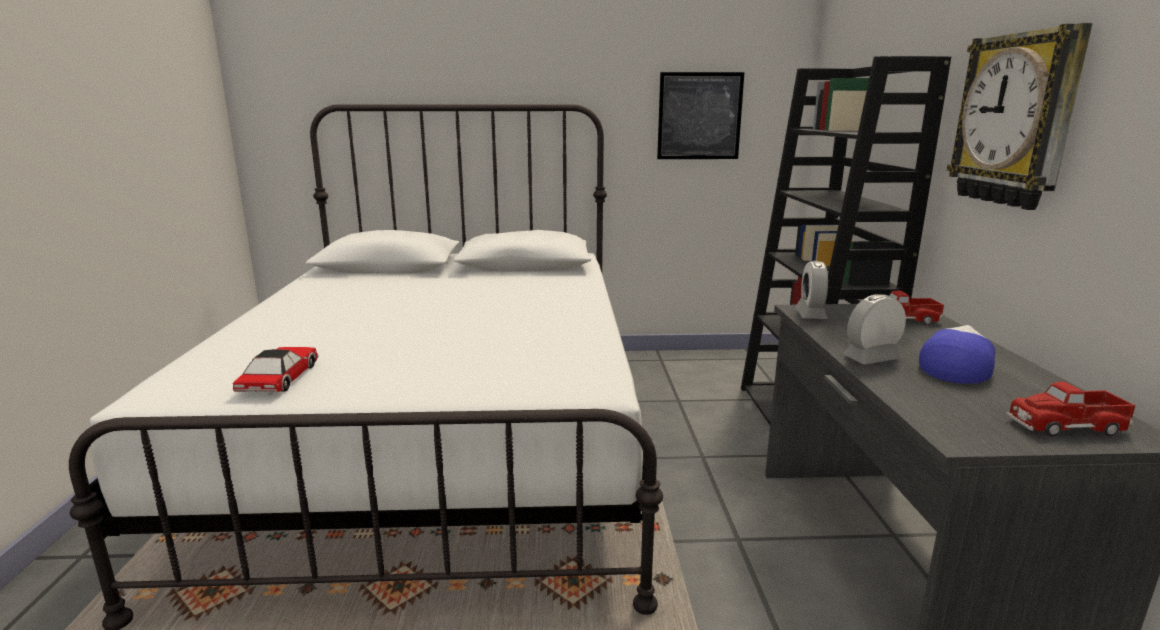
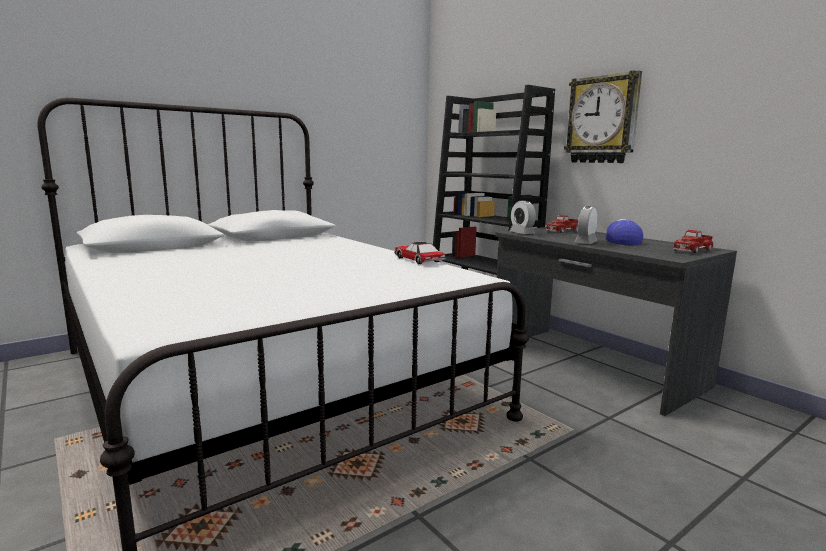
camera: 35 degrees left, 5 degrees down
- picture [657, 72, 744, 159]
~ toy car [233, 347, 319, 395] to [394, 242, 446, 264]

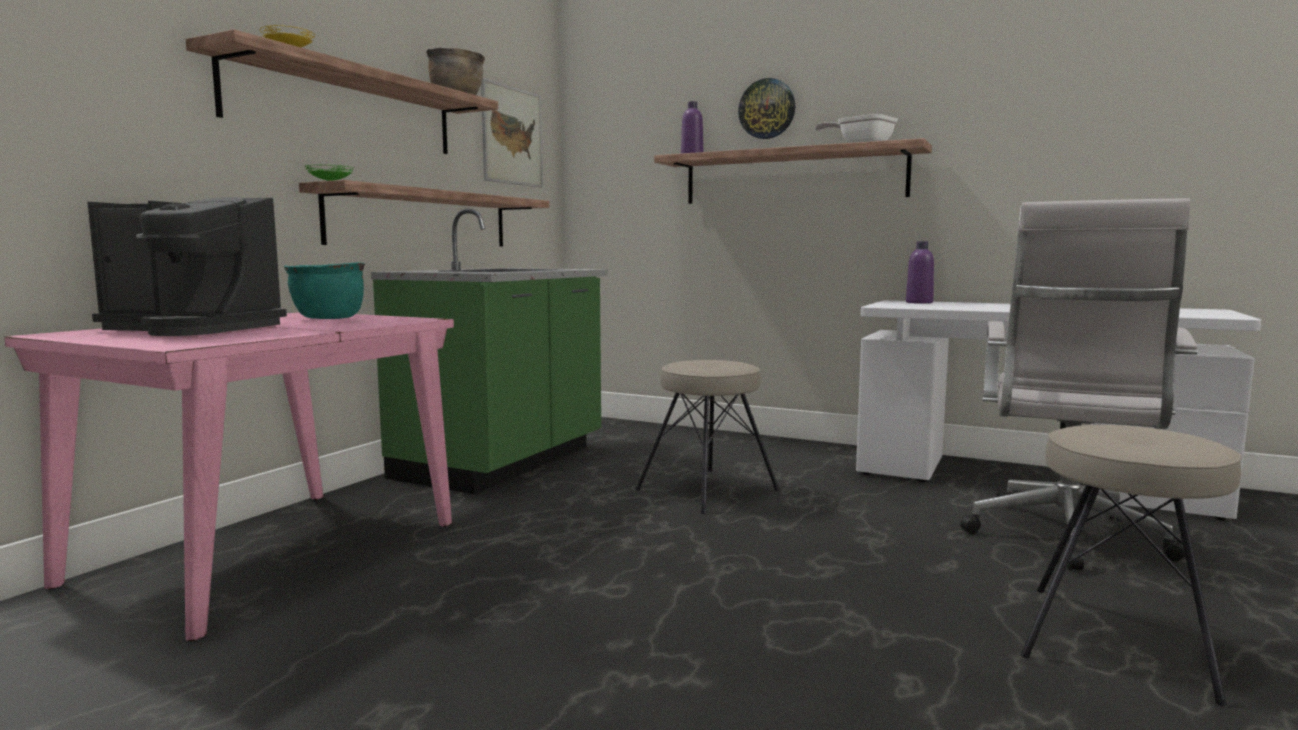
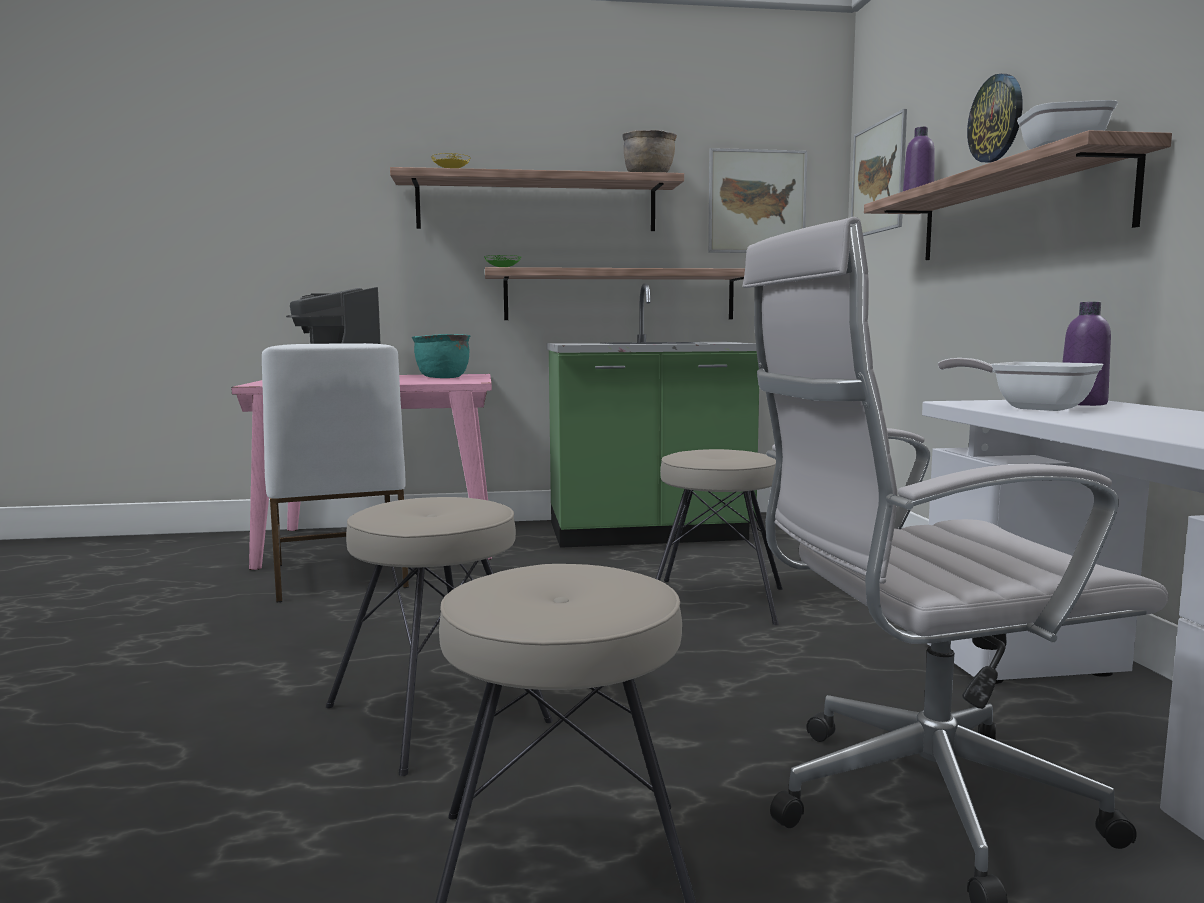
camera: 55 degrees right, 0 degrees up
+ picture [851, 109, 907, 236]
+ white chair [262, 343, 409, 603]
+ frying pan [938, 358, 1104, 411]
+ beige stool [326, 497, 553, 776]

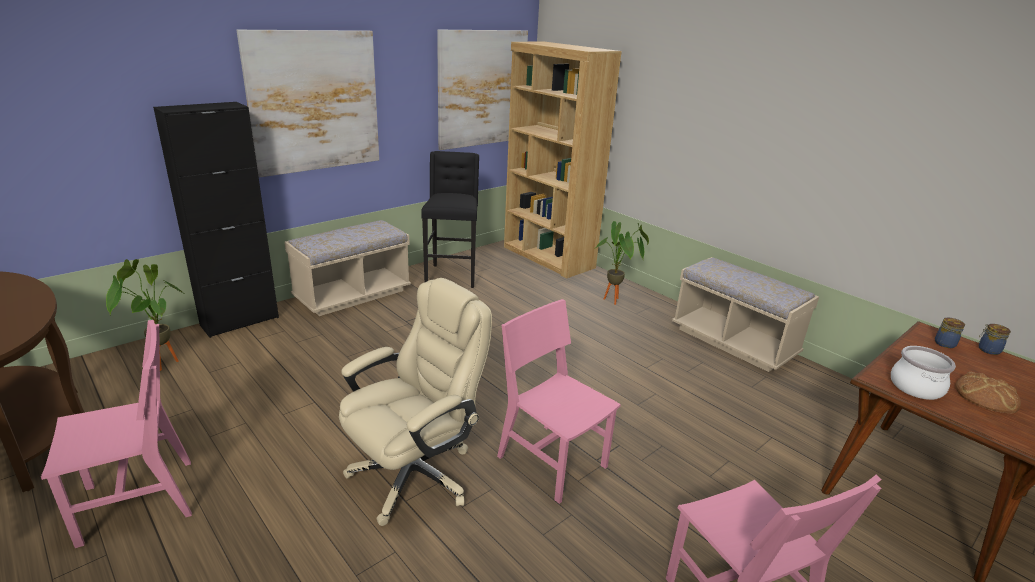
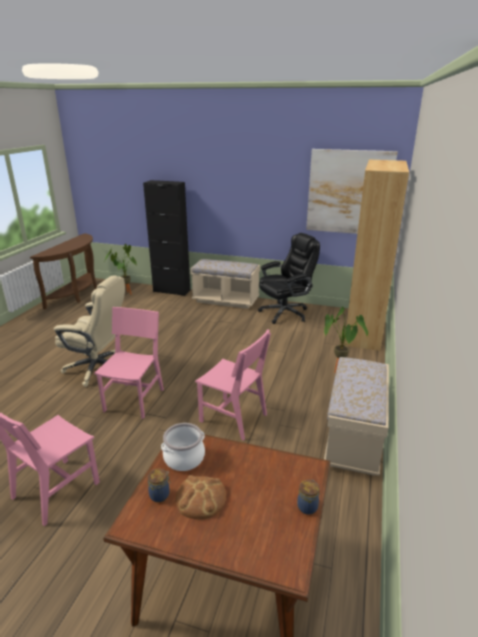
camera: 60 degrees right, 0 degrees up
- picture [236, 30, 379, 177]
~ black stool [421, 151, 479, 288] to black office chair [258, 233, 320, 324]
~ jar [935, 318, 965, 348] to [148, 468, 171, 502]
~ pink chair [41, 320, 192, 548] to [195, 329, 271, 441]

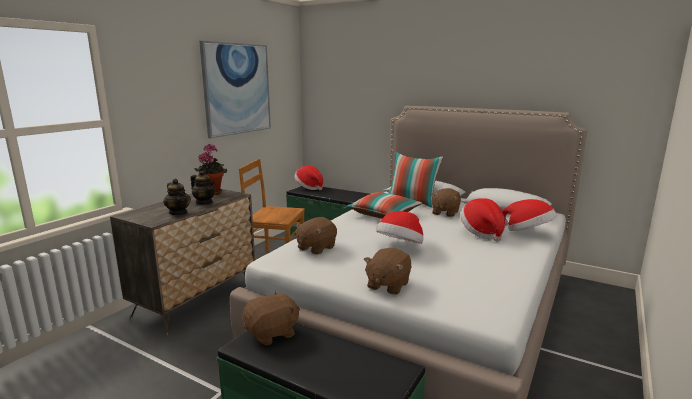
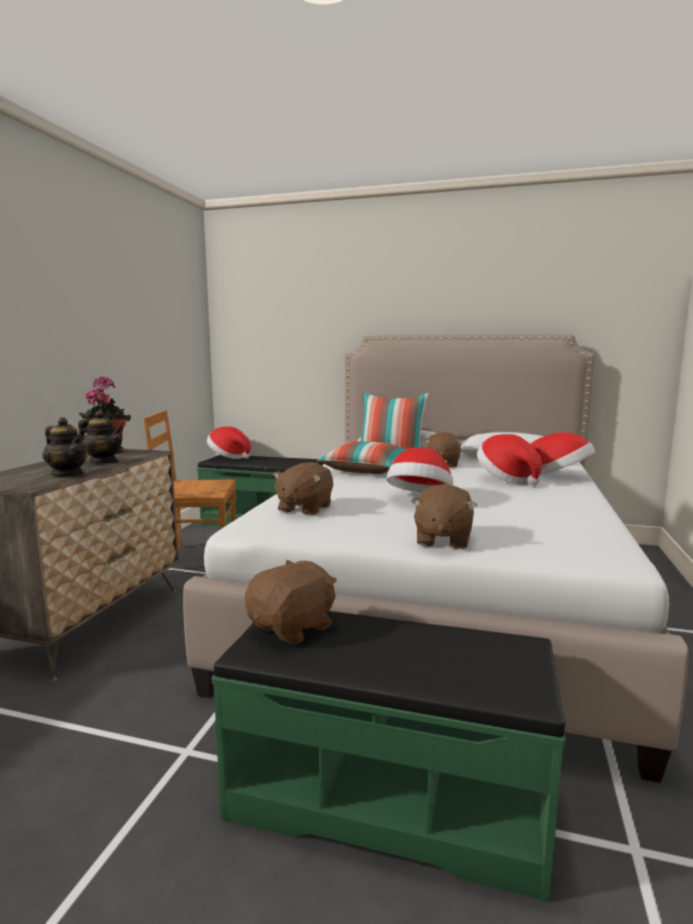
camera: 15 degrees left, 5 degrees down
- picture [199, 41, 271, 138]

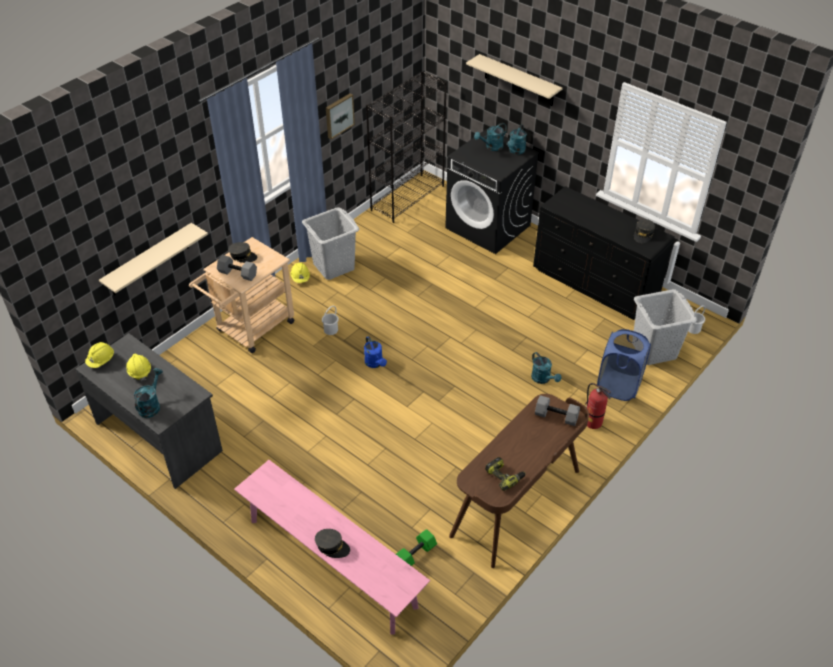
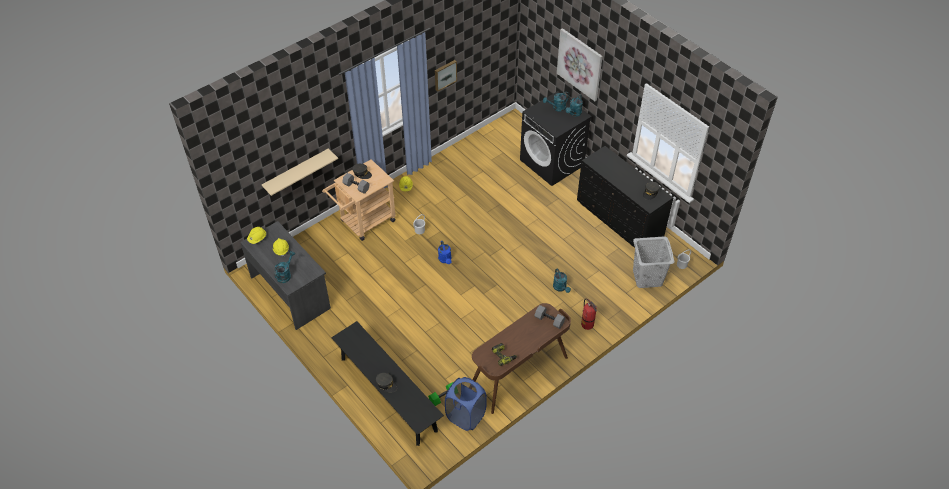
camera: 10 degrees right, 5 degrees up
~ beige shelf [466, 54, 563, 106] to picture [557, 28, 603, 101]
- black bookcase [366, 71, 447, 223]
- grey laundry basket [302, 207, 359, 280]
~ blue laundry basket [597, 329, 651, 401] to [445, 377, 487, 431]
~ pink bench [234, 460, 430, 635] to black bench [331, 321, 444, 446]

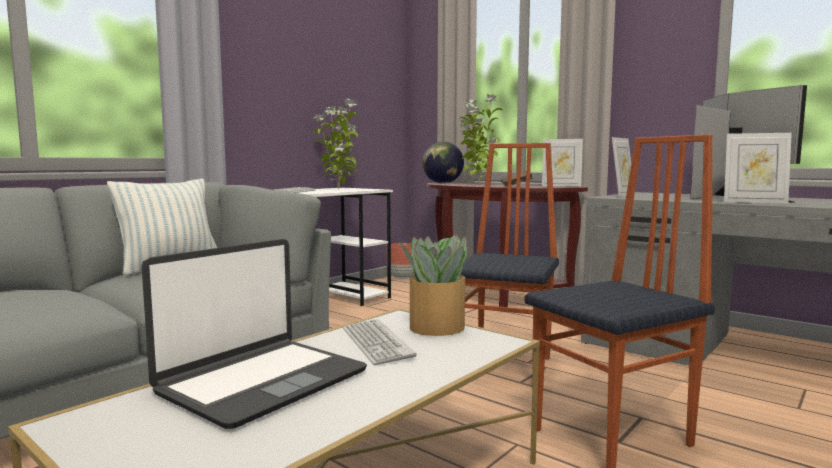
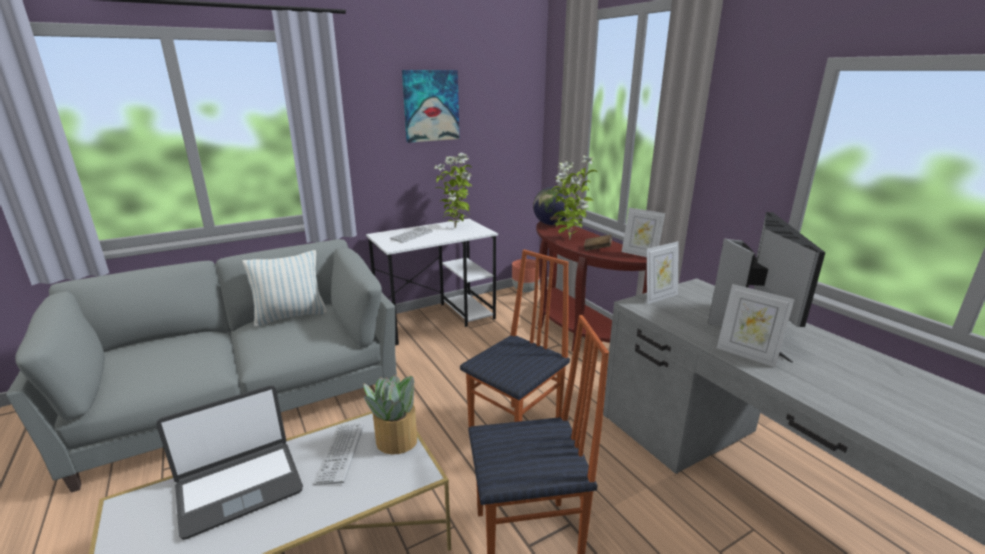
camera: 20 degrees right, 15 degrees up
+ picture [402, 70, 459, 143]

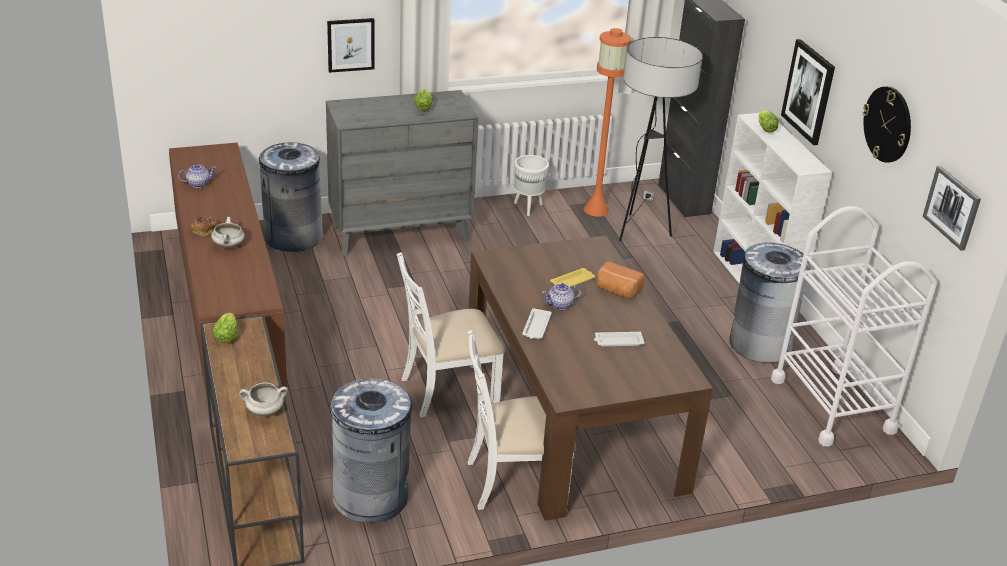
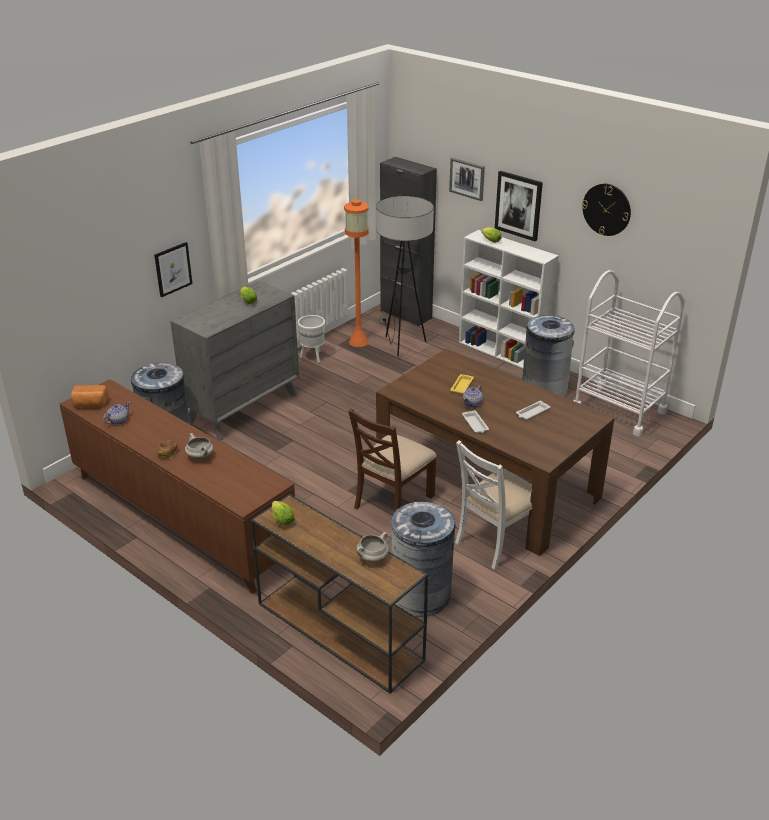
camera: 30 degrees left, 0 degrees up
~ picture [923, 166, 981, 251] to [449, 158, 485, 201]
~ white chair [396, 252, 505, 417] to brown chair [348, 408, 437, 513]
~ bread [597, 261, 644, 299] to [71, 385, 109, 407]

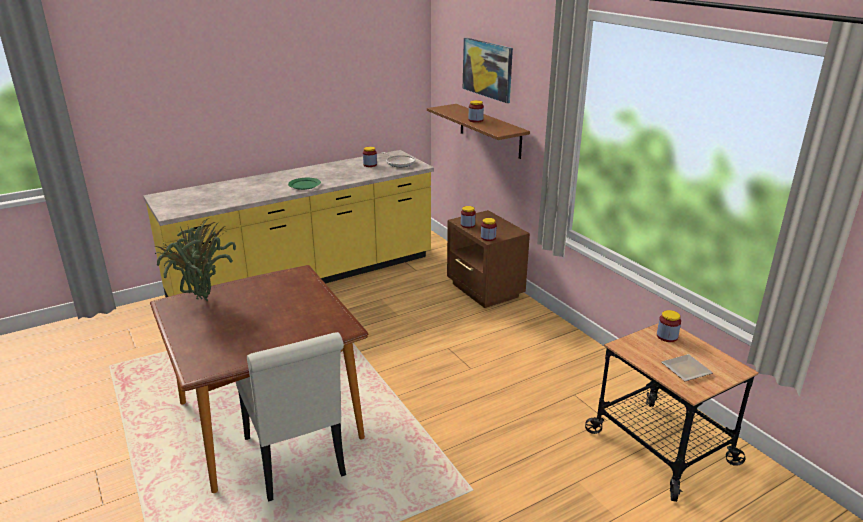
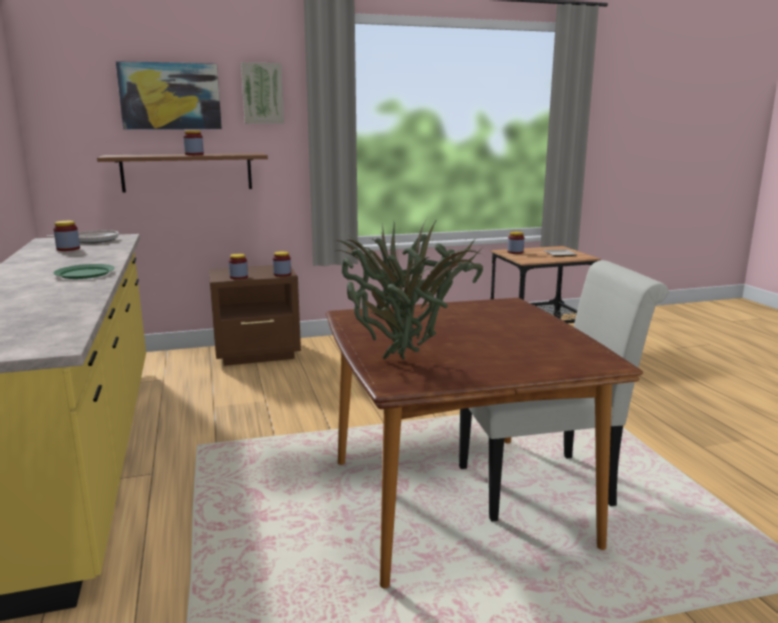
camera: 75 degrees left, 10 degrees down
+ picture [241, 62, 284, 124]

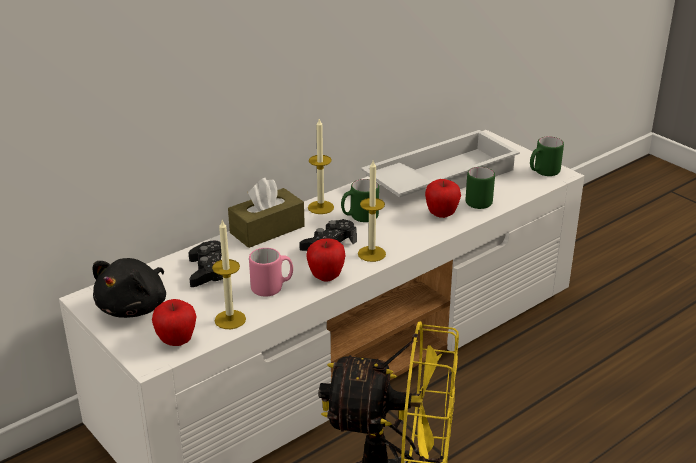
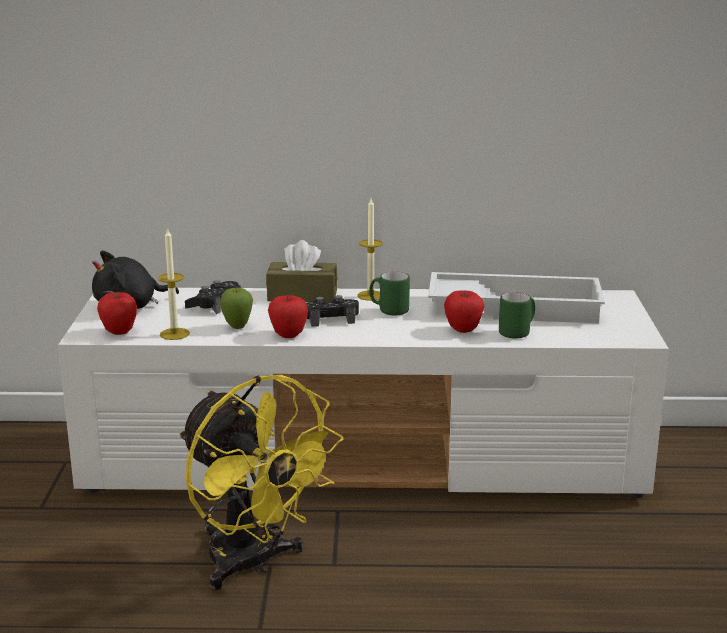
camera: 40 degrees right, 10 degrees down
- green mug [530, 136, 564, 176]
- candle [358, 161, 386, 262]
~ pink mug [249, 248, 293, 297] to apple [220, 288, 253, 329]

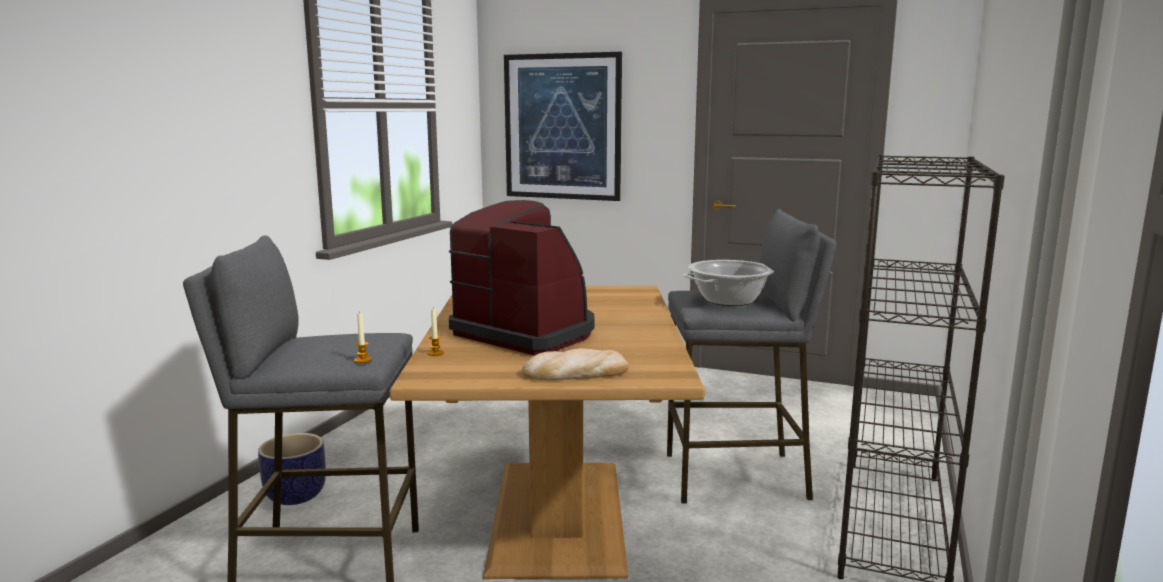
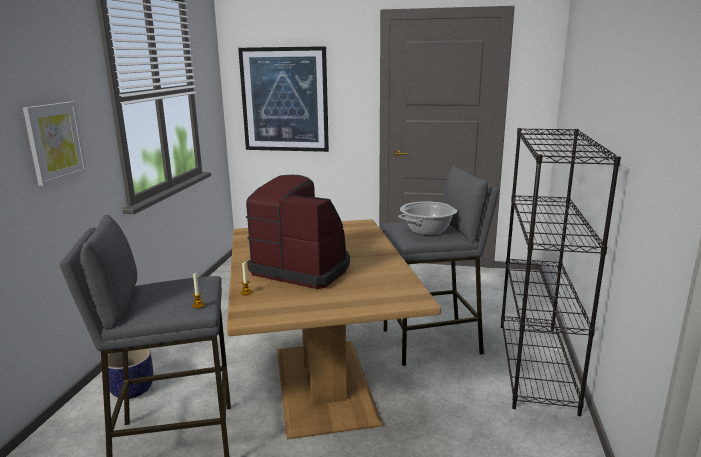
camera: 10 degrees left, 5 degrees up
- bread [522, 348, 629, 380]
+ picture [23, 102, 87, 186]

